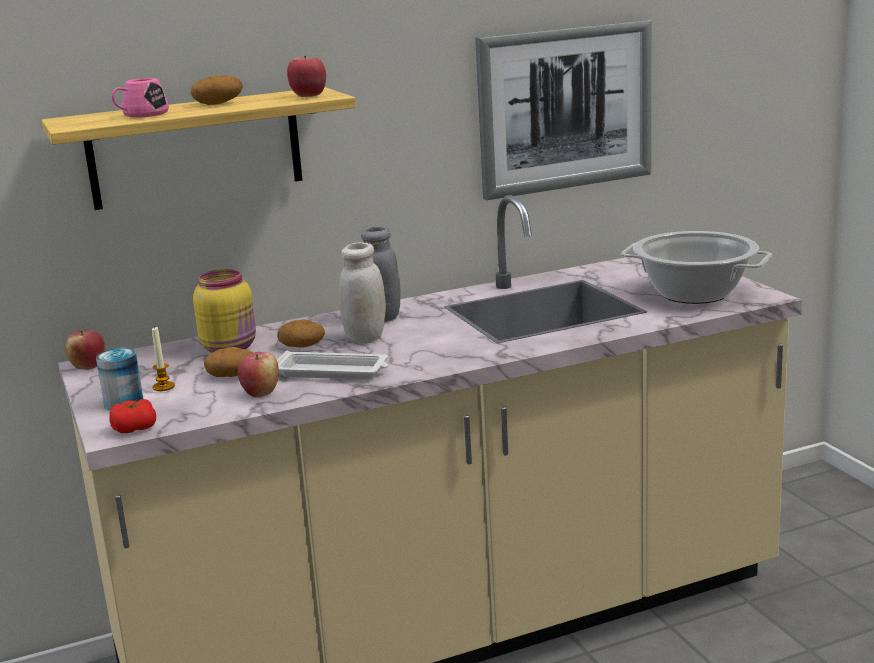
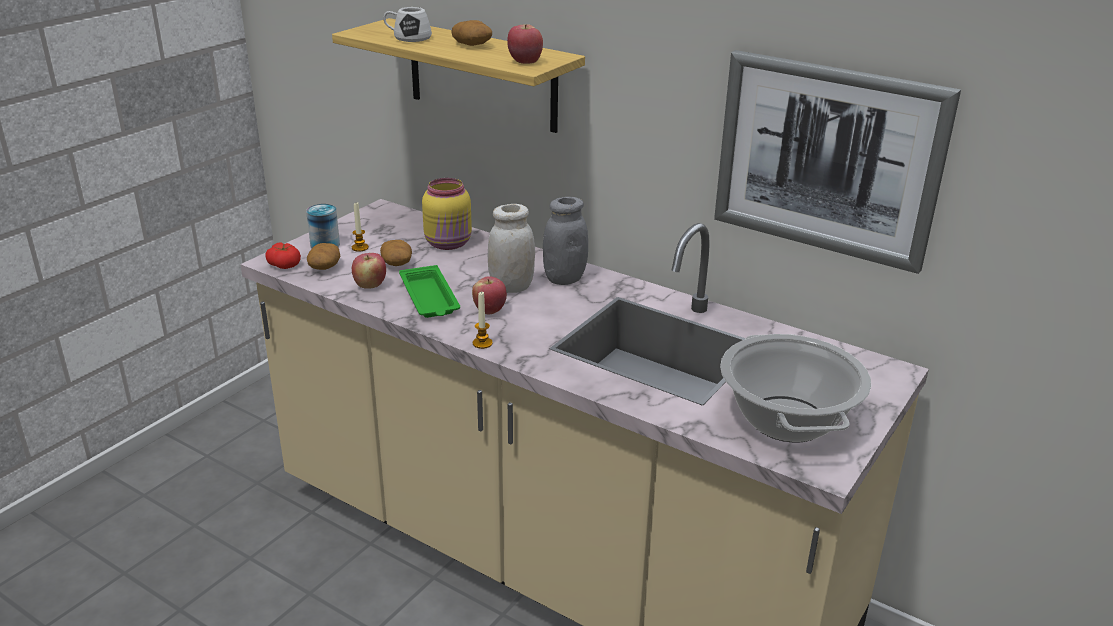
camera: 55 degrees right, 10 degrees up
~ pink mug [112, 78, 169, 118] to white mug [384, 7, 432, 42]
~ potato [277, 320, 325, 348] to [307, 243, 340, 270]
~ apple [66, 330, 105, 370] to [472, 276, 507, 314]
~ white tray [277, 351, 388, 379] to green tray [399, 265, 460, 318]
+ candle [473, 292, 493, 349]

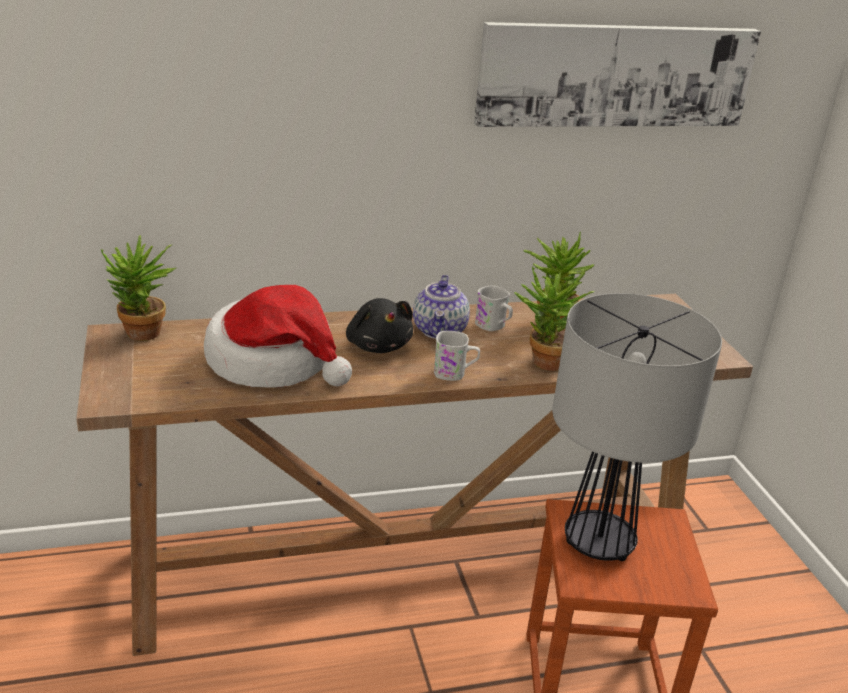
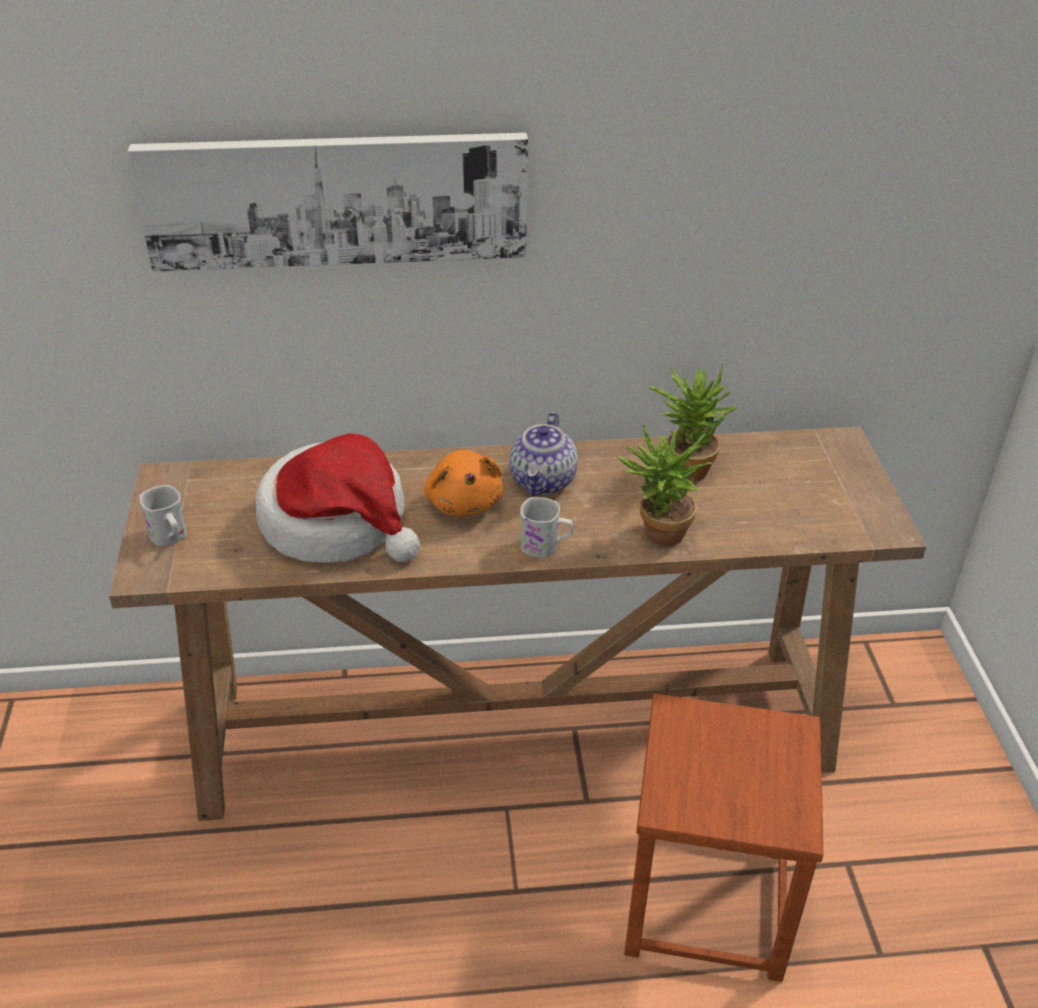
camera: 10 degrees right, 10 degrees up
~ picture [474, 22, 761, 127] to [128, 133, 528, 272]
- potted plant [101, 235, 176, 341]
~ white mug [475, 285, 513, 331] to [139, 485, 187, 546]
- table lamp [552, 293, 722, 561]
~ black plush toy [346, 298, 413, 353] to orange plush toy [424, 450, 503, 516]

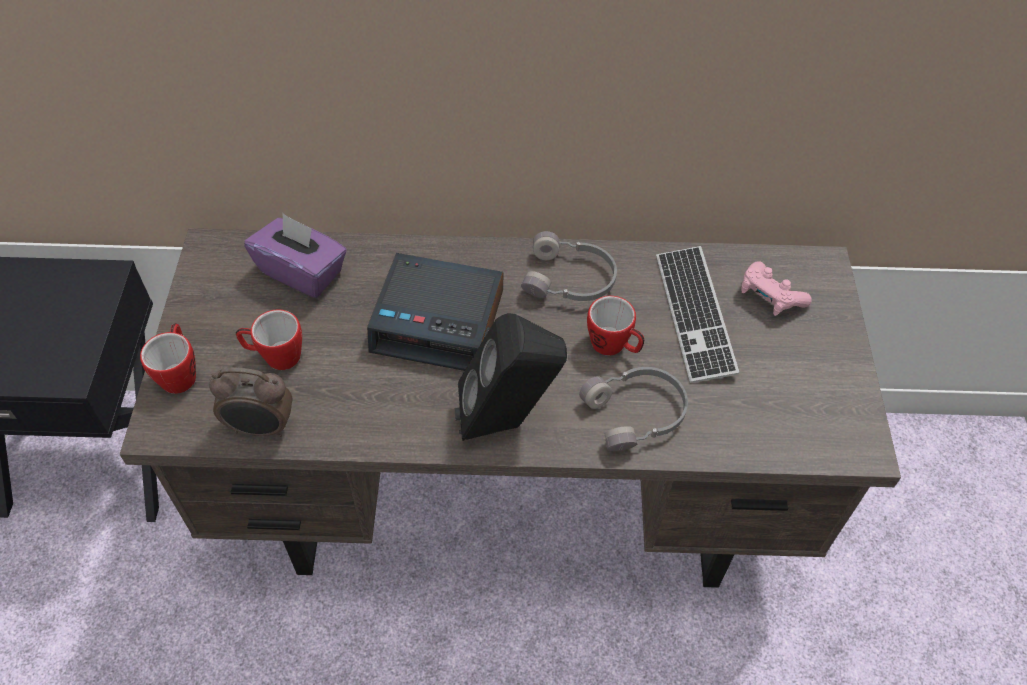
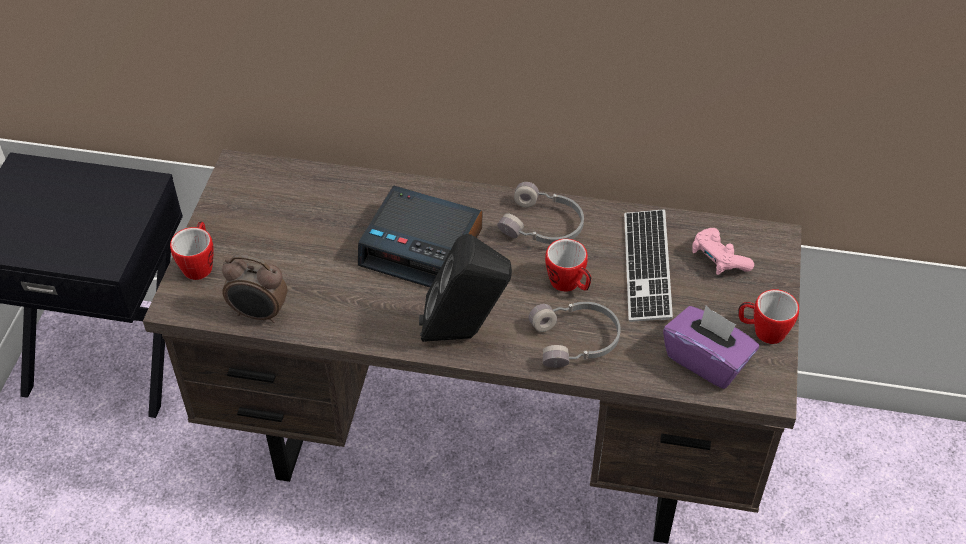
camera: 10 degrees right, 5 degrees down
~ purple tissue box [244, 213, 347, 298] to [663, 305, 759, 389]
~ mug [236, 309, 302, 370] to [738, 289, 799, 344]

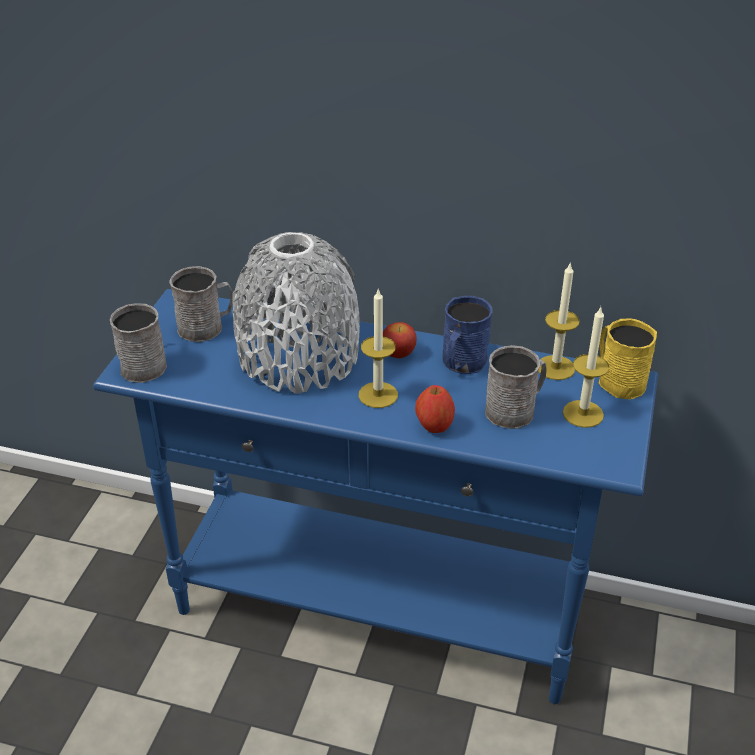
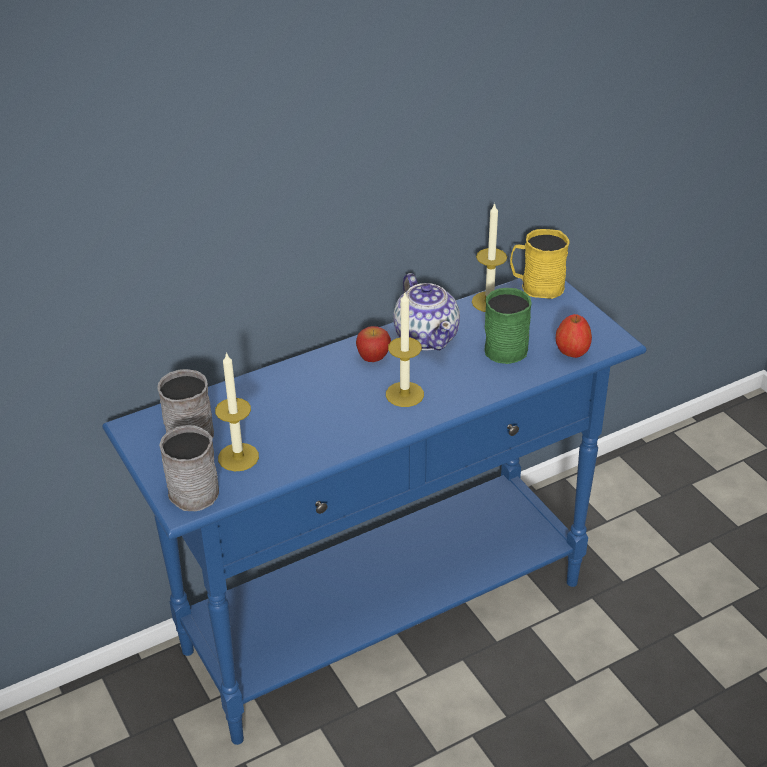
camera: 45 degrees left, 0 degrees up
- grey vase [232, 232, 360, 394]
~ blue mug [443, 296, 492, 374] to teapot [393, 273, 460, 350]
~ candle [563, 307, 609, 428] to [215, 352, 259, 471]
~ grey mug [485, 345, 547, 429] to green mug [484, 288, 532, 364]
~ apple [415, 385, 455, 433] to [556, 314, 592, 358]

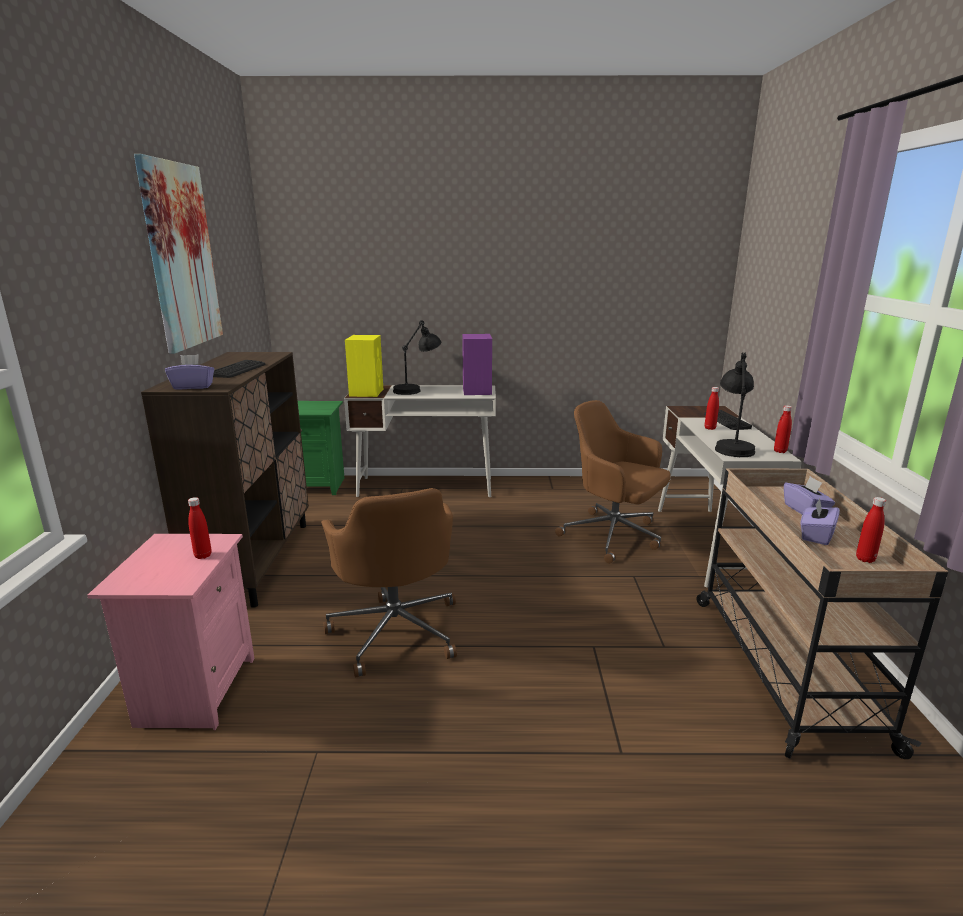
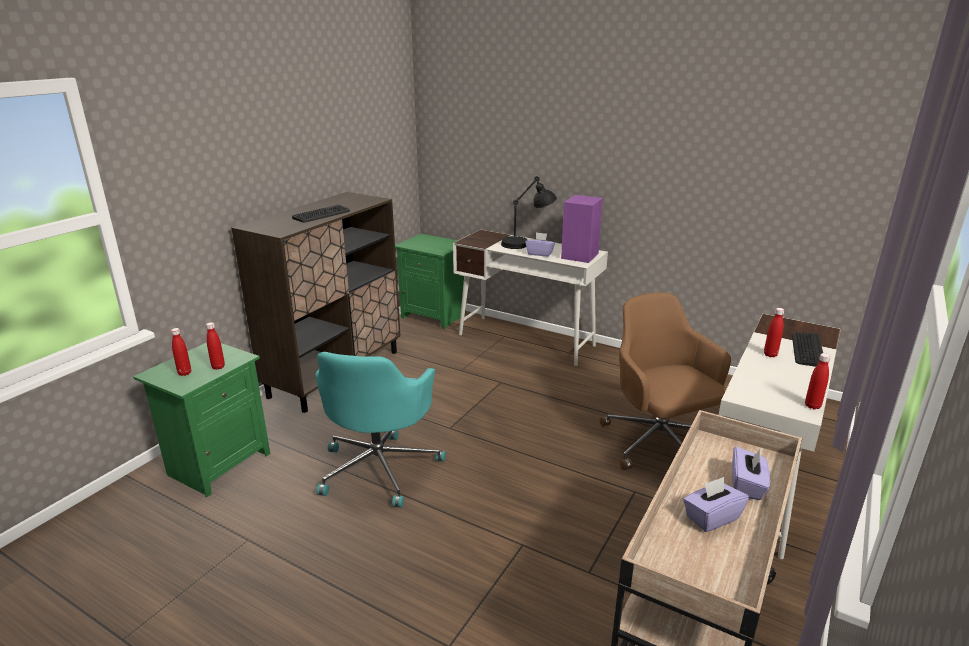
camera: 30 degrees right, 5 degrees up
- picture [134, 154, 223, 354]
- yellow speaker [345, 335, 383, 397]
- black table lamp [715, 352, 755, 457]
~ purple tissue box [165, 354, 214, 390] to [525, 232, 555, 257]
~ brown office chair [321, 488, 457, 678] to turquoise office chair [315, 352, 446, 508]
~ red bottle [856, 497, 886, 563] to [171, 328, 191, 376]
~ pink nightstand [87, 534, 255, 730] to green nightstand [133, 342, 270, 497]

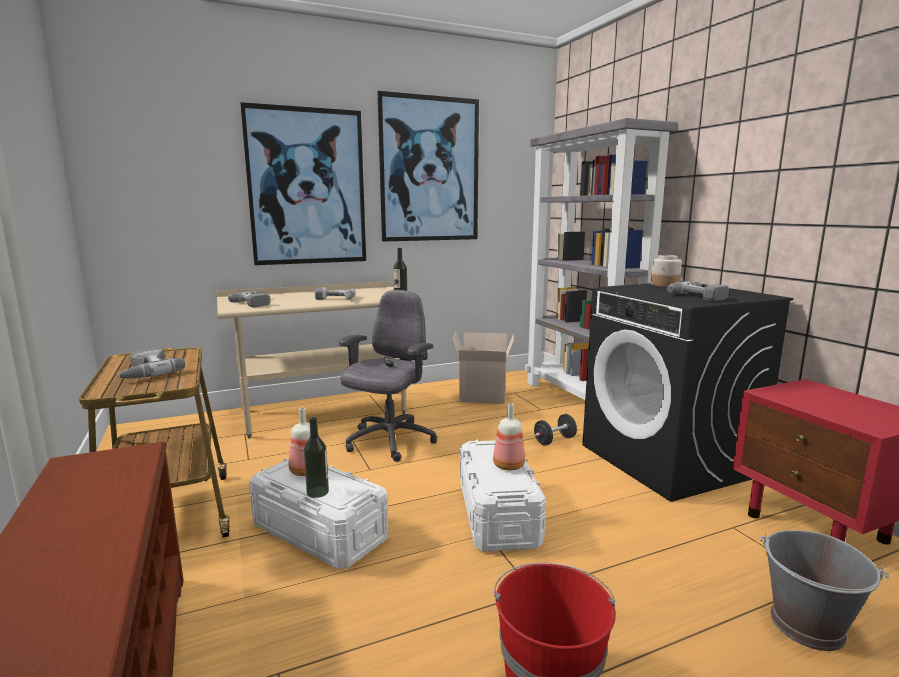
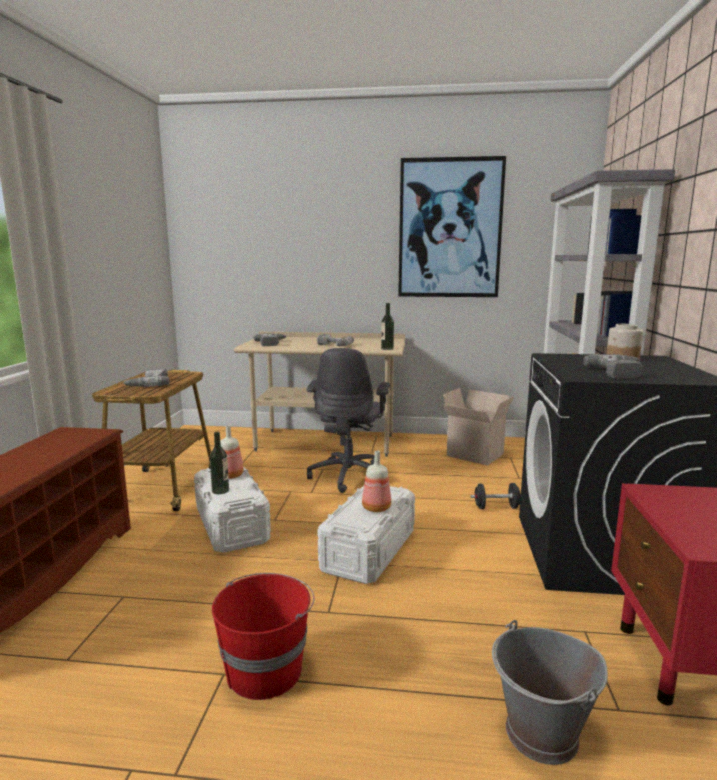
camera: 30 degrees right, 0 degrees up
- picture [240, 102, 366, 265]
~ grey office chair [339, 290, 437, 462] = [307, 348, 390, 493] 135 degrees clockwise

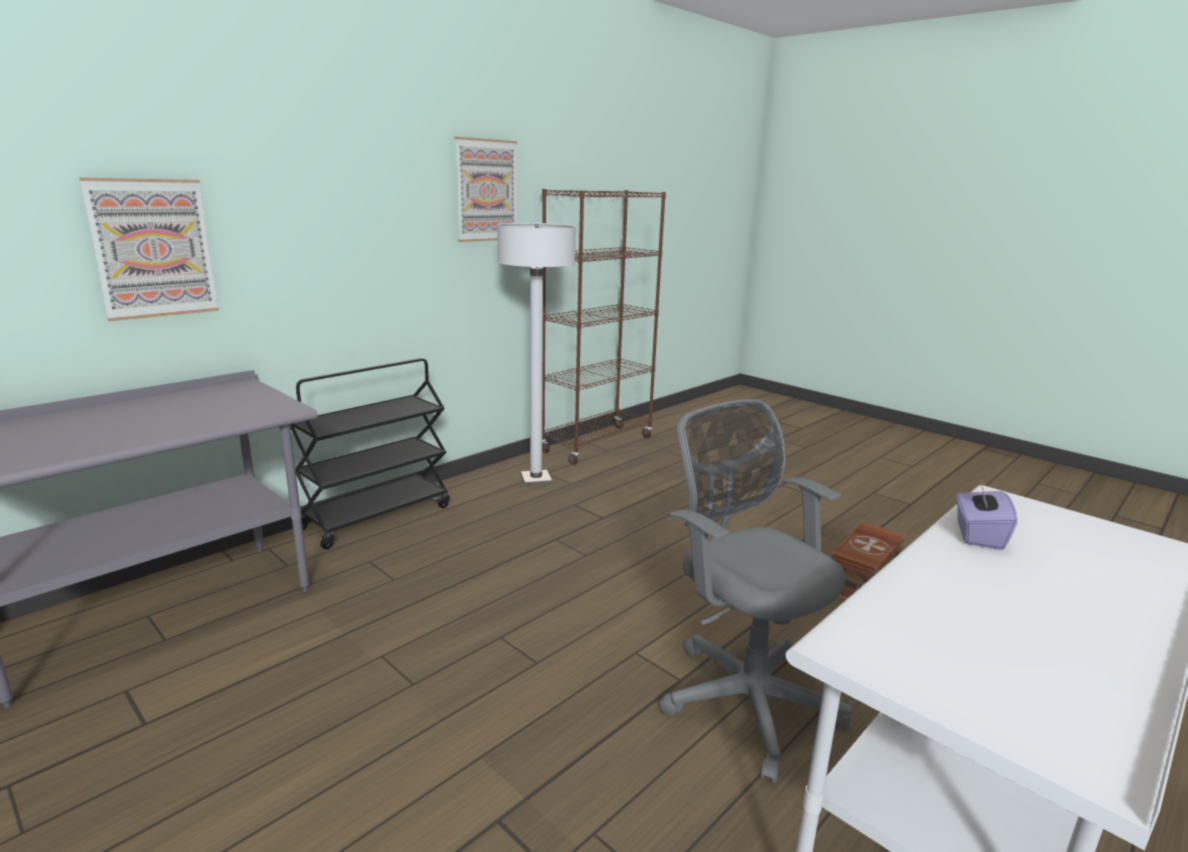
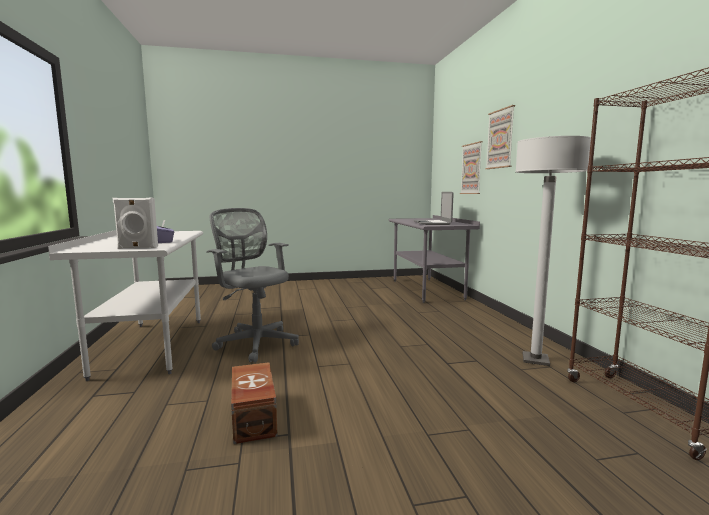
camera: 125 degrees right, 10 degrees down
~ picture [455, 137, 517, 242] to [485, 105, 515, 169]
- black cart [291, 358, 450, 550]
~ grey office chair [660, 399, 853, 783] = [206, 208, 299, 363] 135 degrees counterclockwise
+ laptop [414, 192, 454, 225]
+ white speaker [113, 198, 158, 249]

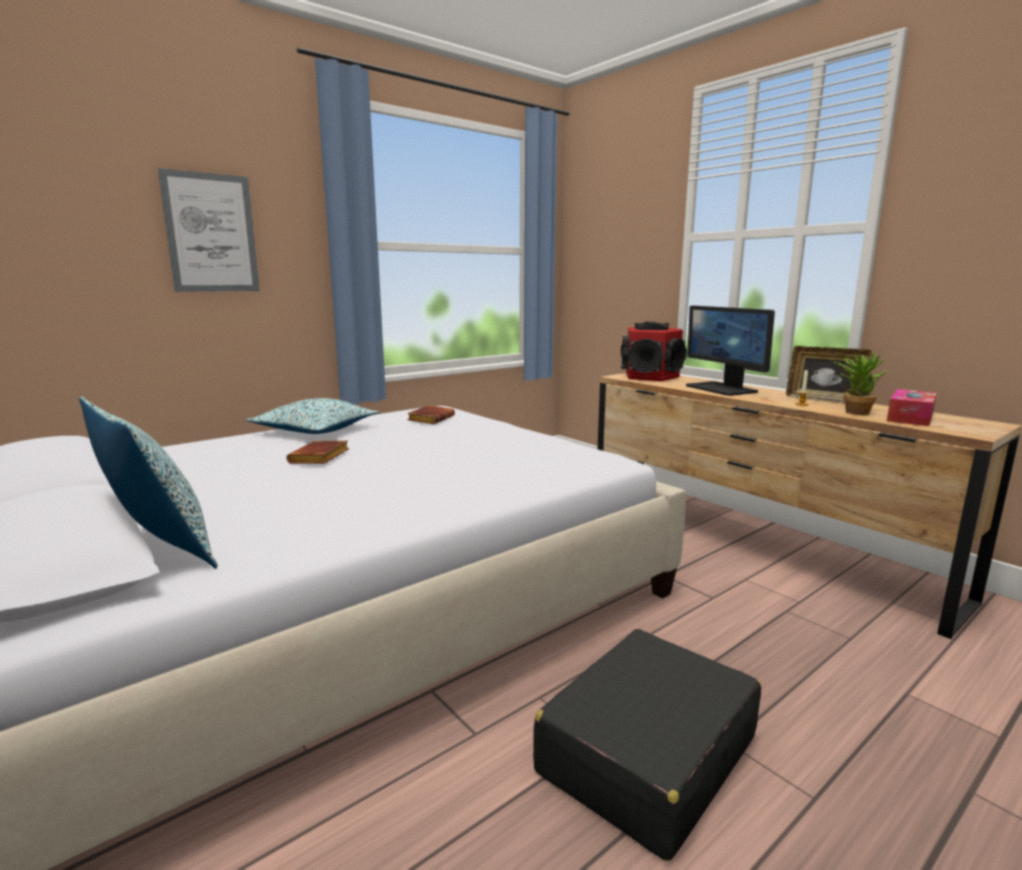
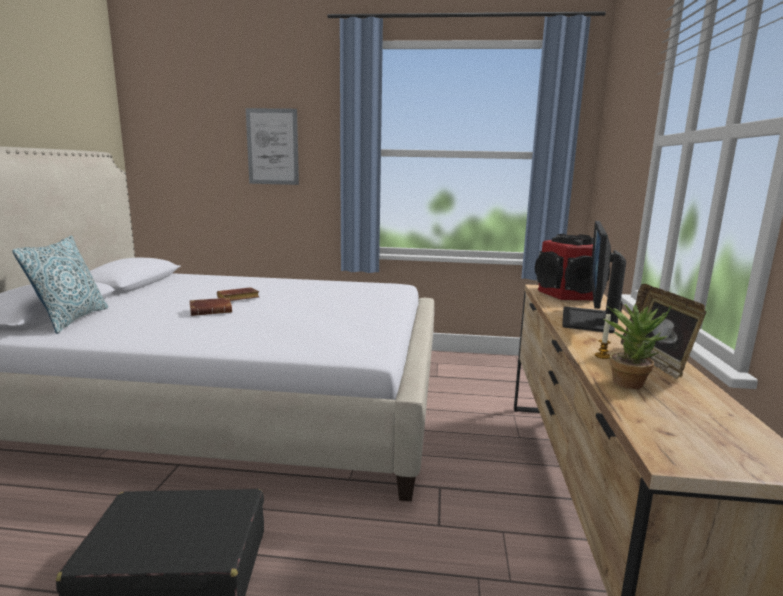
camera: 45 degrees right, 0 degrees up
- tissue box [887, 389, 937, 426]
- pillow [246, 398, 380, 434]
~ brown book [407, 405, 455, 424] to [190, 298, 232, 316]

